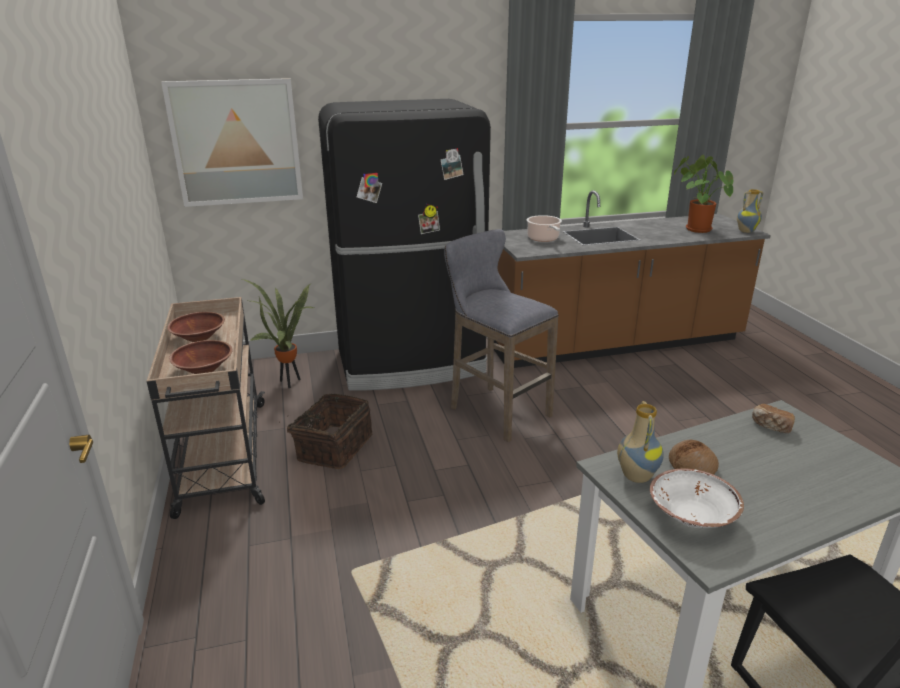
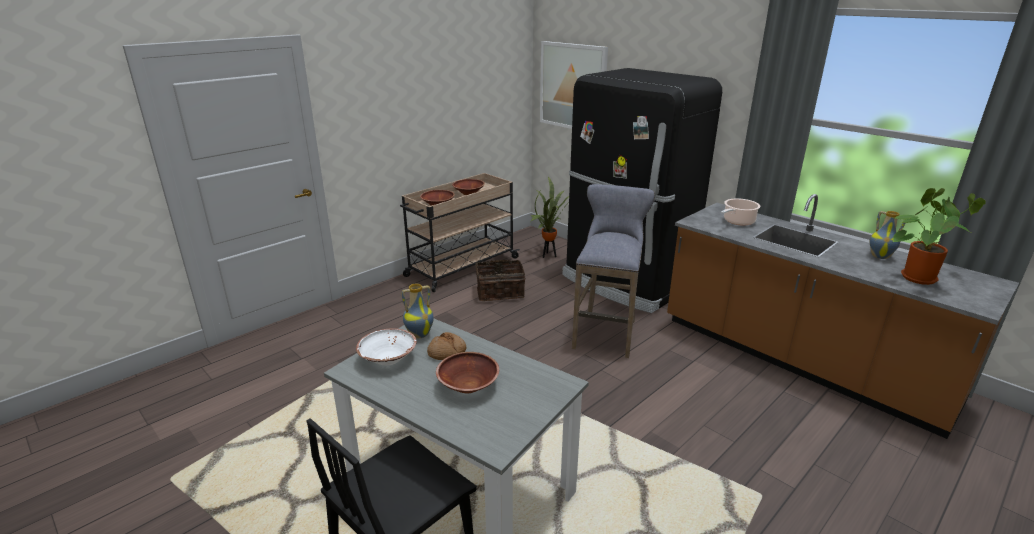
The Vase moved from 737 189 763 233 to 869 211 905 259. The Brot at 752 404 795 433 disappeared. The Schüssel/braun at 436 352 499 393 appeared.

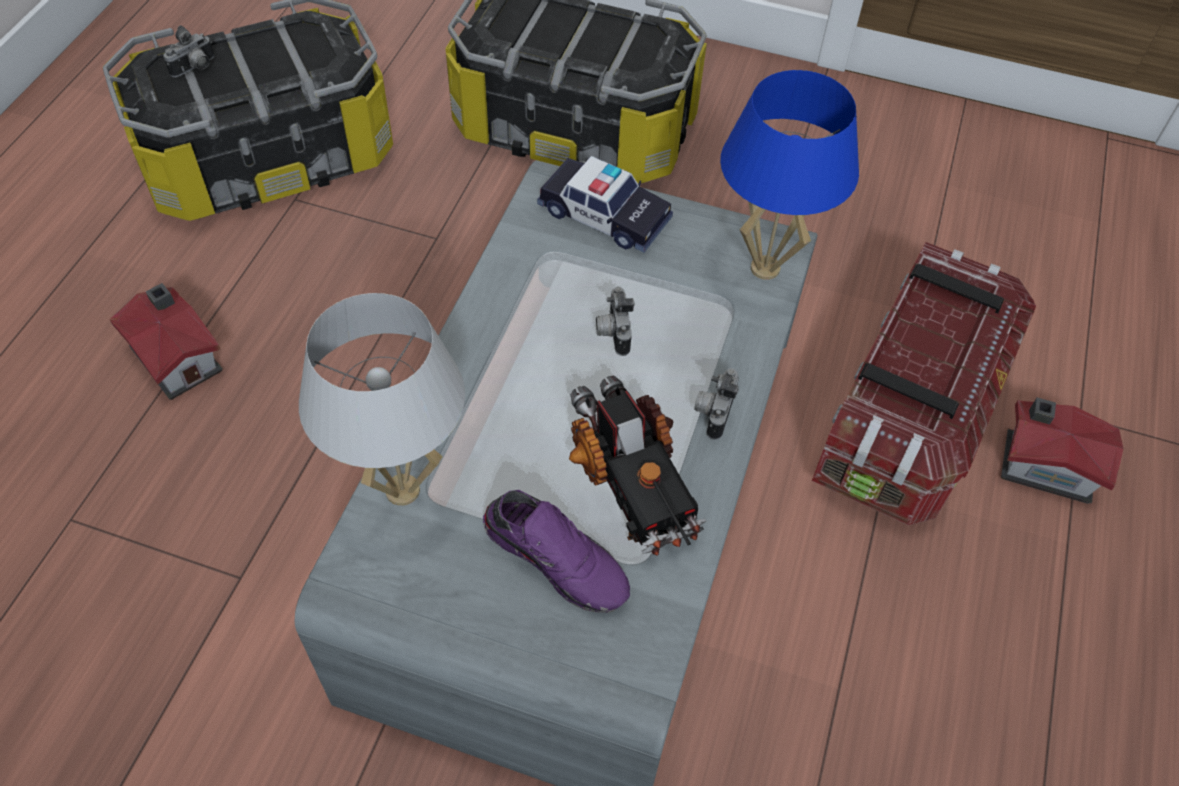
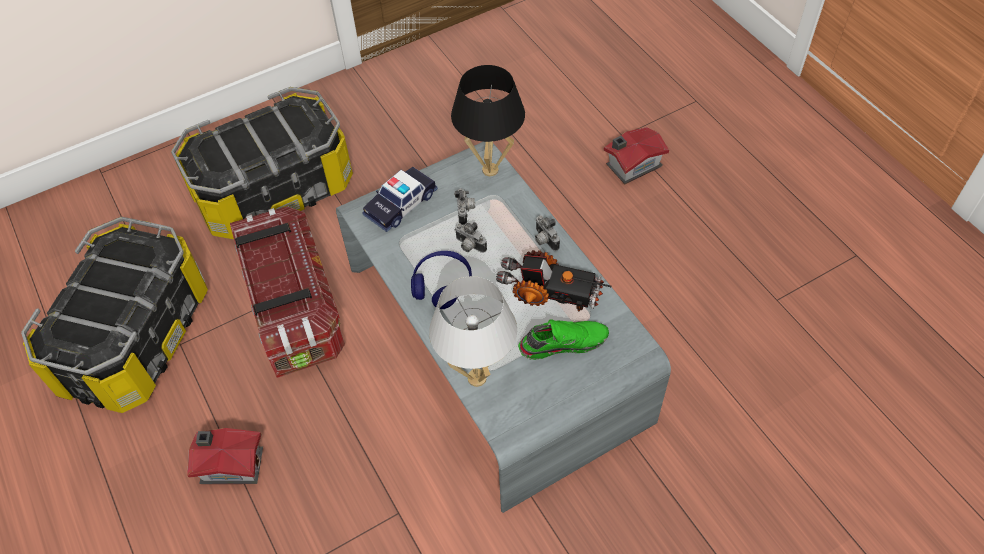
The Kamera moved from 163 25 215 77 to 454 188 475 225. The Tischlampe/blau at 720 70 859 280 became the Tischlampe/schwarz at 451 65 525 176. The Spielzeugauto at 537 156 673 253 turned 150 degrees clockwise. The Aufbewahrungsbox moved from 812 242 1036 525 to 230 206 345 378. The Schuh/lila at 483 490 630 613 became the Schuh/grün at 518 319 609 360. The Kopfhörer/blau at 411 251 472 309 appeared.

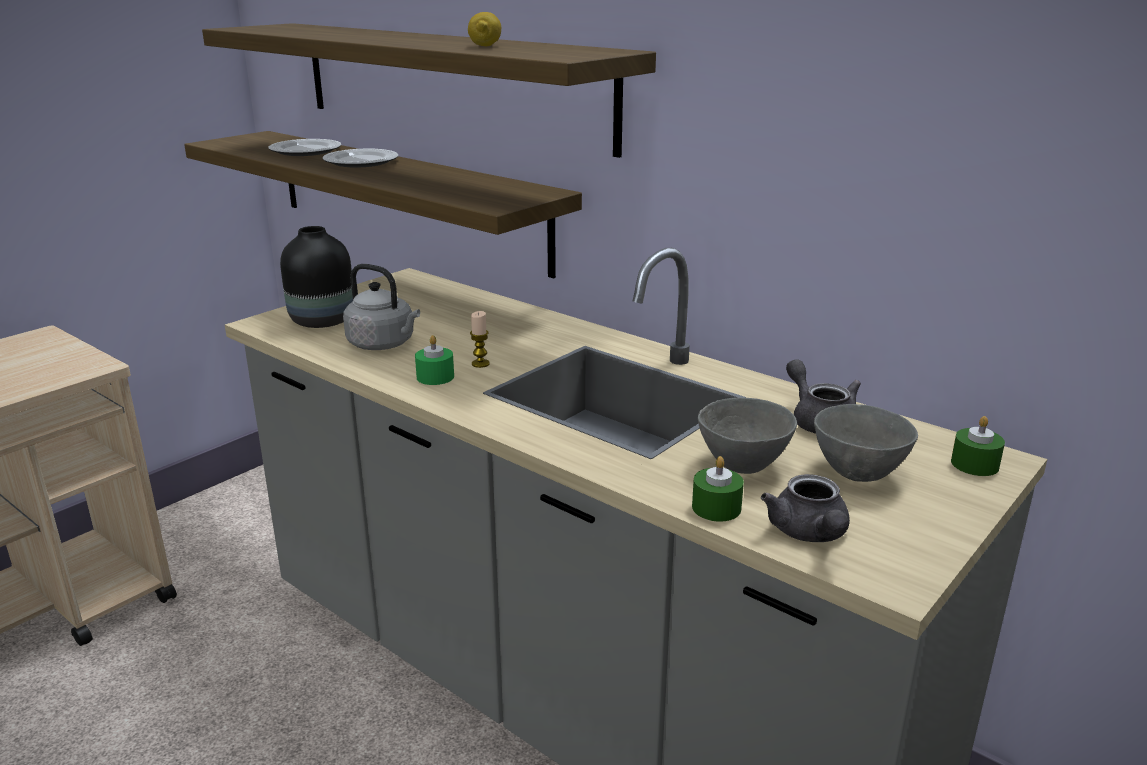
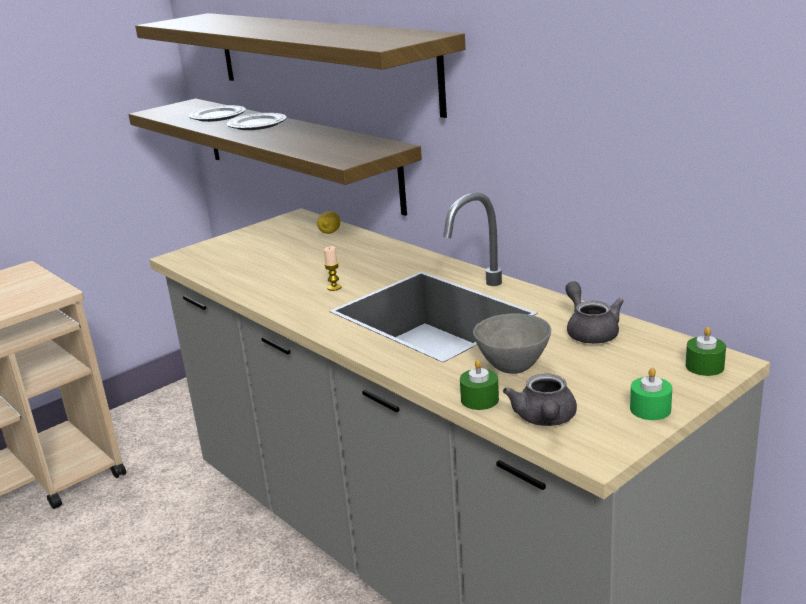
The Zitrone moved from 468 12 501 46 to 317 211 340 234. The Vase/schwarz at 280 226 353 328 disappeared. The Wasserkessel/grau at 343 264 420 350 disappeared. The Kerze/grün moved from 415 335 454 385 to 630 367 672 420. The Schüssel/grau at 814 404 918 482 disappeared.

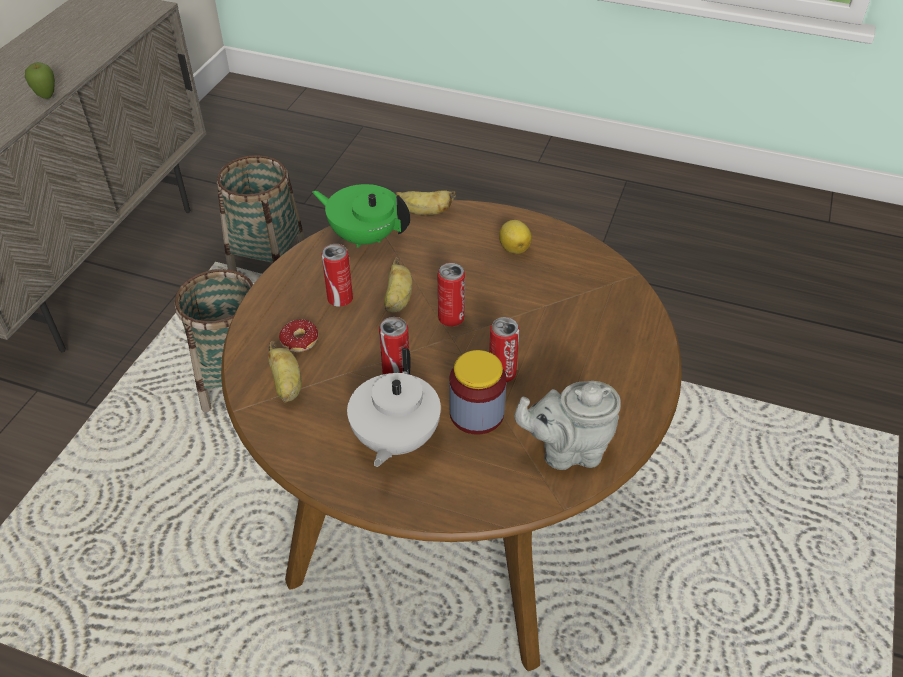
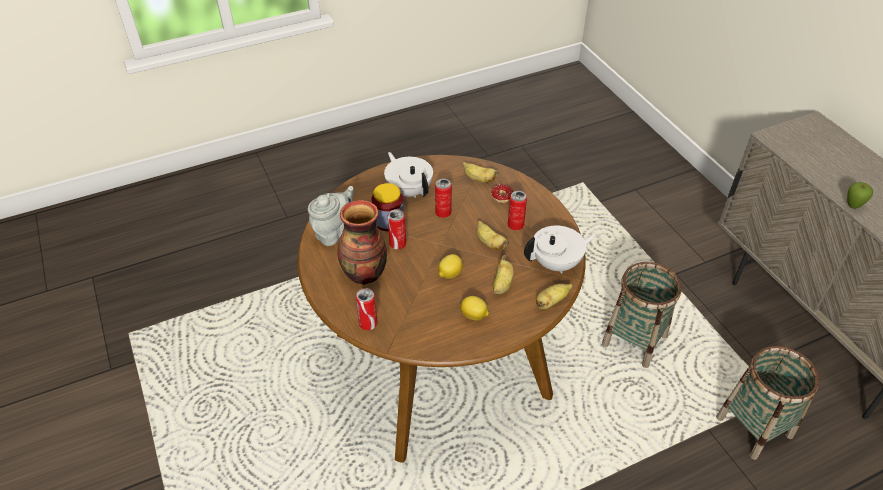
The Teekanne/grün at 312 184 410 248 became the Teekanne/weiß at 524 226 597 274. The Dose moved from 438 263 465 326 to 356 288 378 330. The Vase at 337 200 387 285 appeared. The Zitrone at 438 254 463 279 appeared. The Banane at 493 255 514 294 appeared.

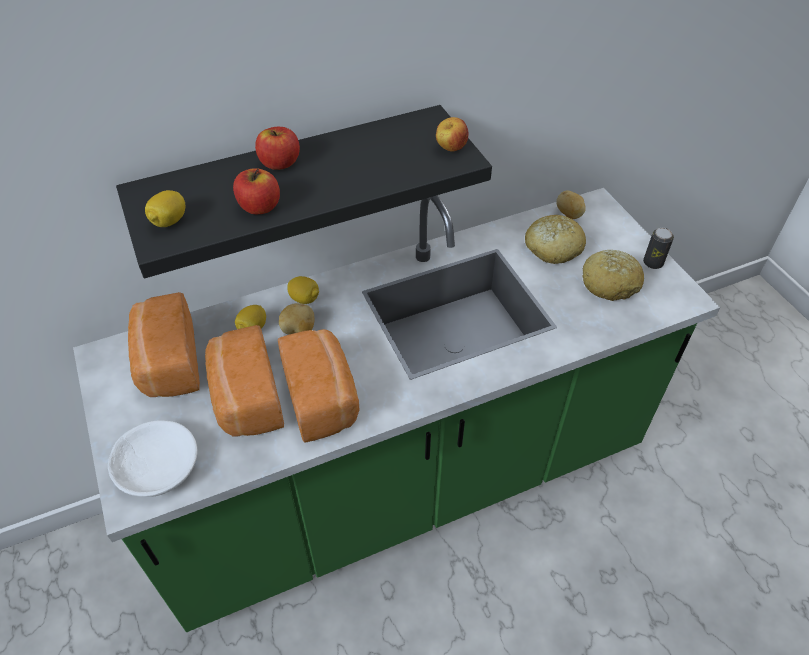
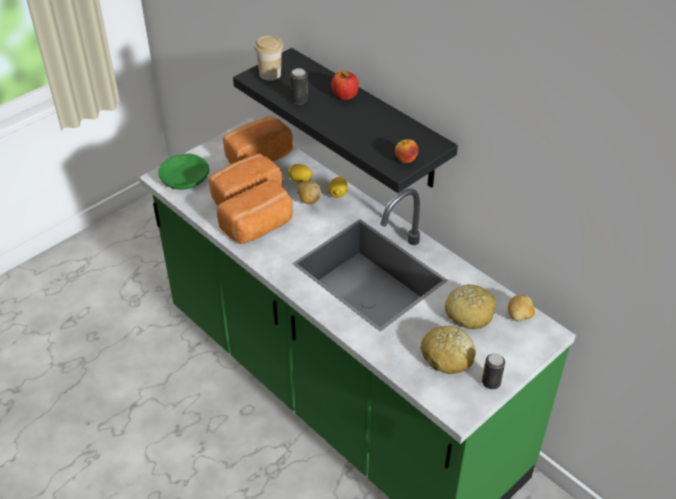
The Apfel at 233 168 280 214 was replaced by the Dose at 290 68 308 105. The Zitrone at 145 190 185 227 was replaced by the Tasse at 254 35 283 81. The Schüssel/weiß at 108 420 198 497 became the Schüssel/grün at 159 154 209 190.

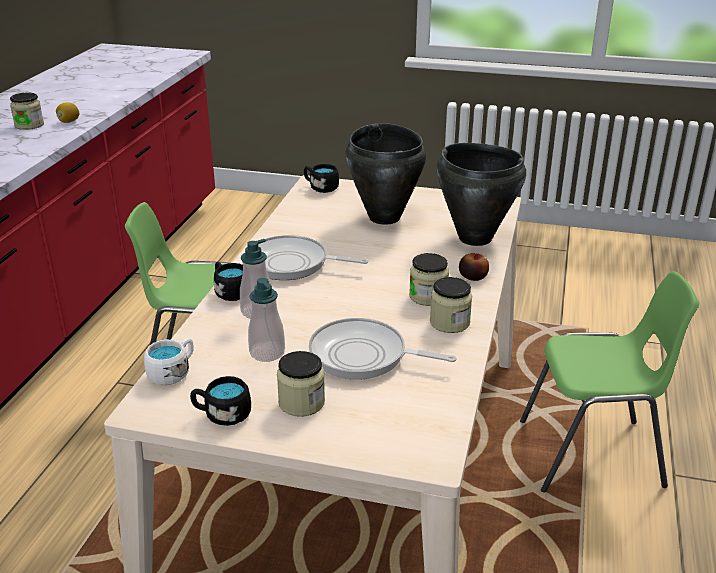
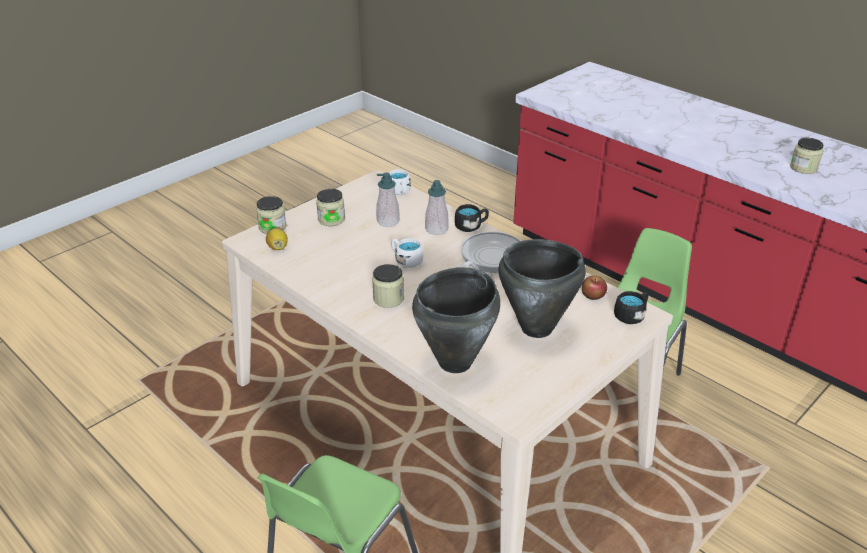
The Zitrone moved from 56 102 79 123 to 266 228 288 250. The Apfel moved from 459 253 489 281 to 582 275 607 300. The Vorratsglas moved from 430 277 472 333 to 256 196 287 234. The Pfanne at 309 318 456 380 disappeared. The Henkelbecher/schwarz at 190 376 251 426 disappeared. The Henkelbecher/weiß at 391 238 424 268 appeared.

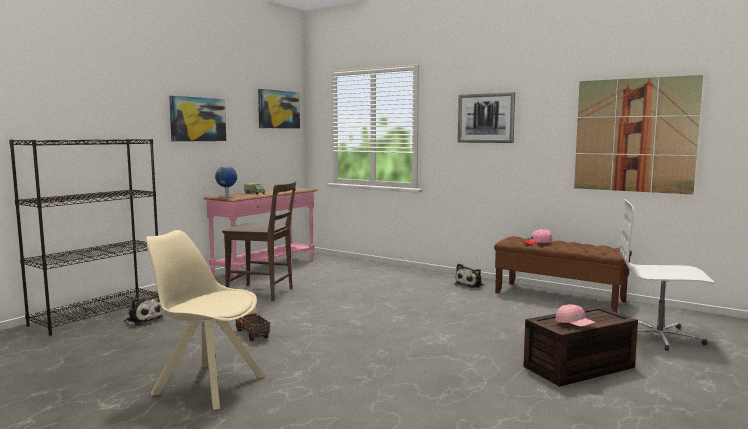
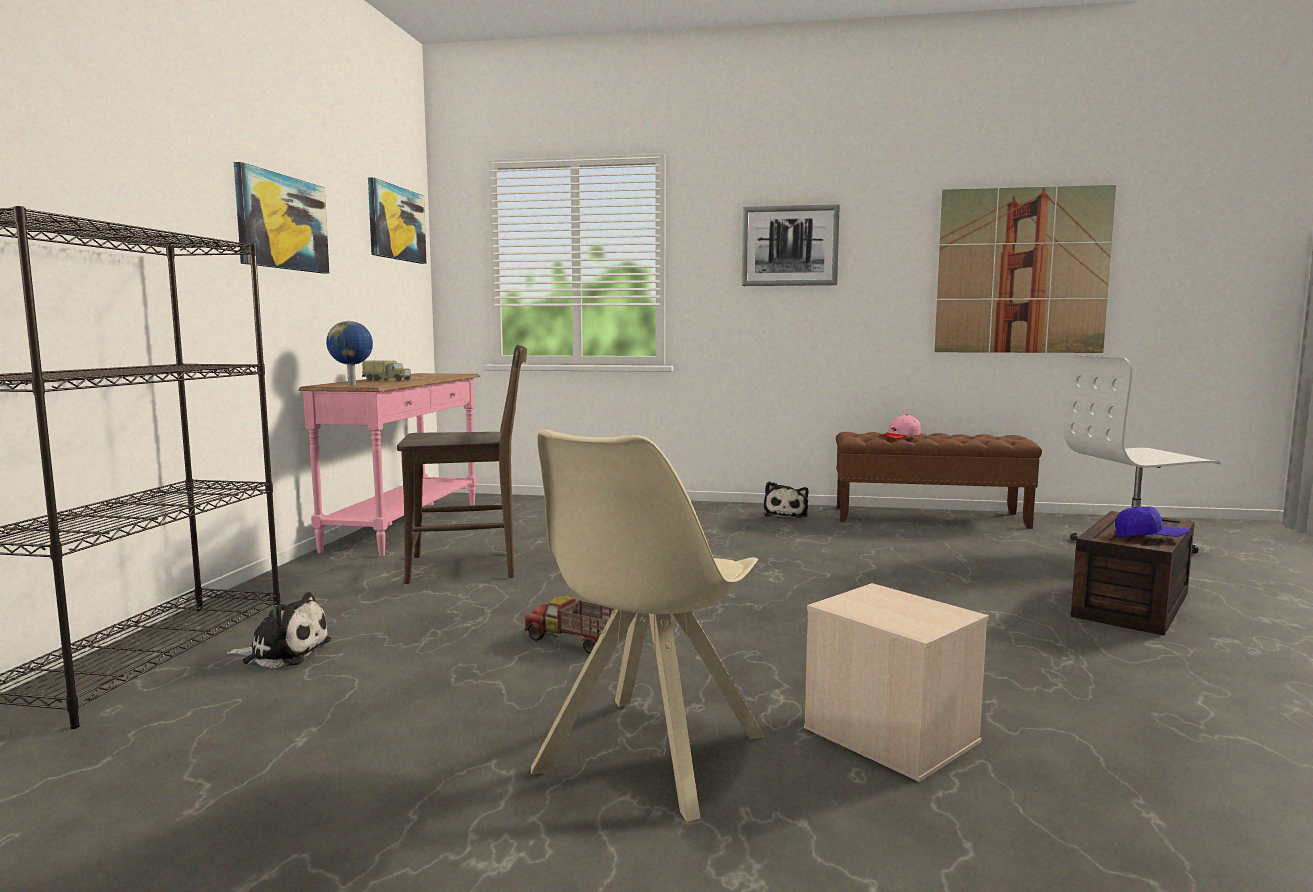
The Stuhl/beige at 146 230 265 410 turned 60 degrees counterclockwise. The Kappe/rosa at 555 304 596 326 became the Kappe/blau at 1115 506 1190 537. The Aufbewahrungsbox/beige at 804 583 989 782 appeared.

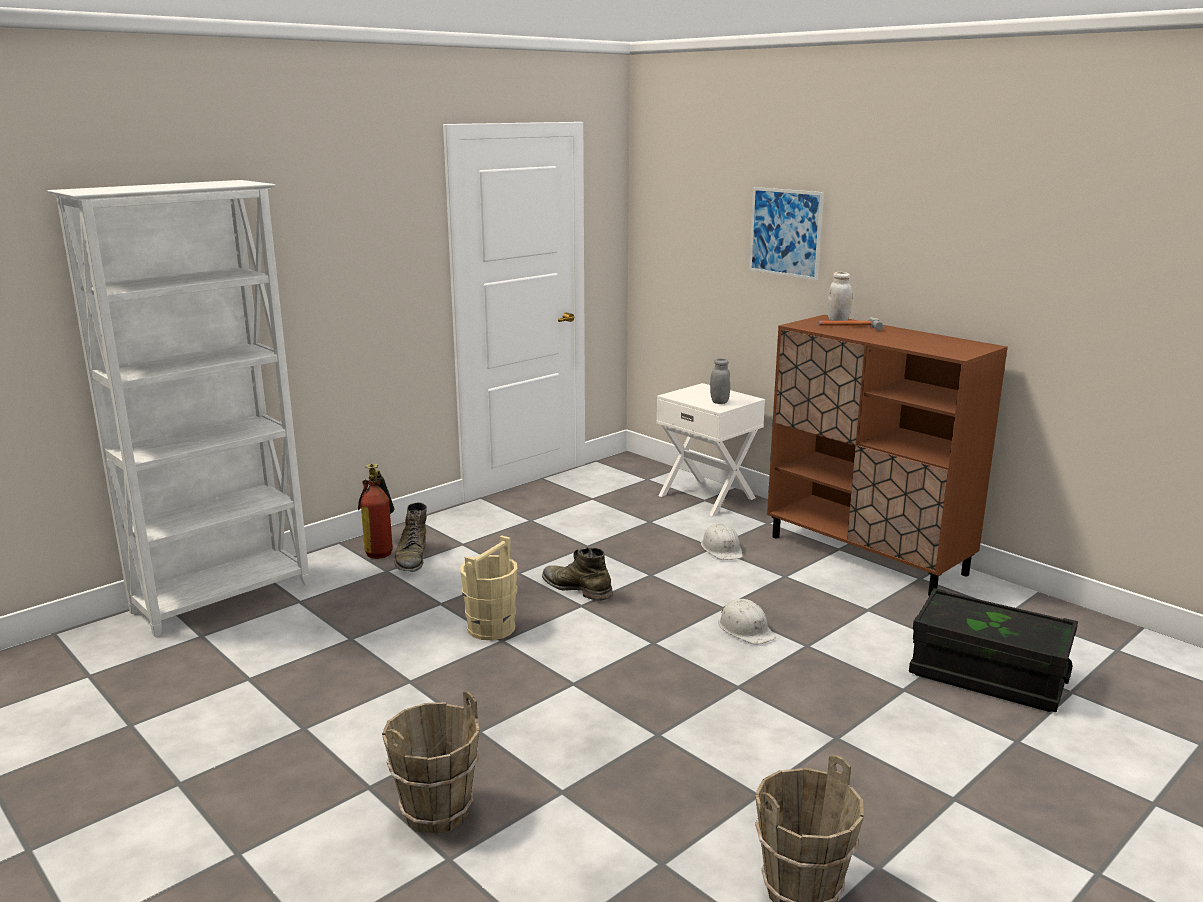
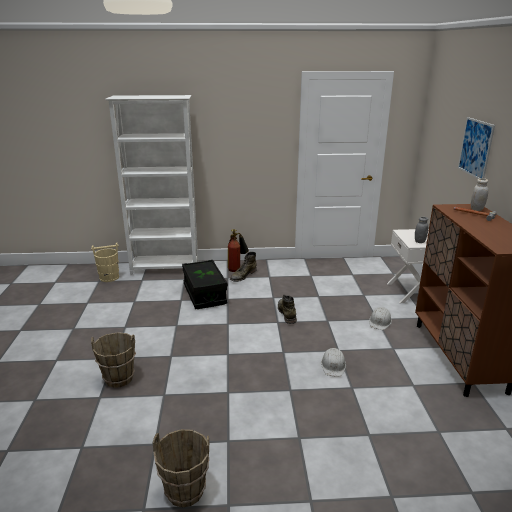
The Eimer/beige moved from 460 535 517 640 to 91 243 119 282. The Aufbewahrungsbox/schwarz moved from 909 588 1078 712 to 182 260 228 309.

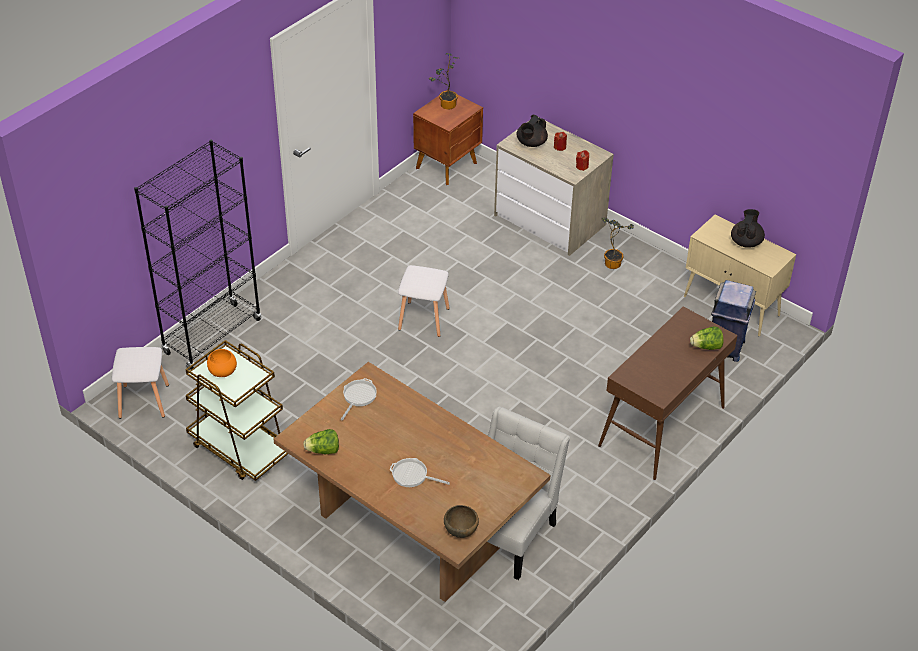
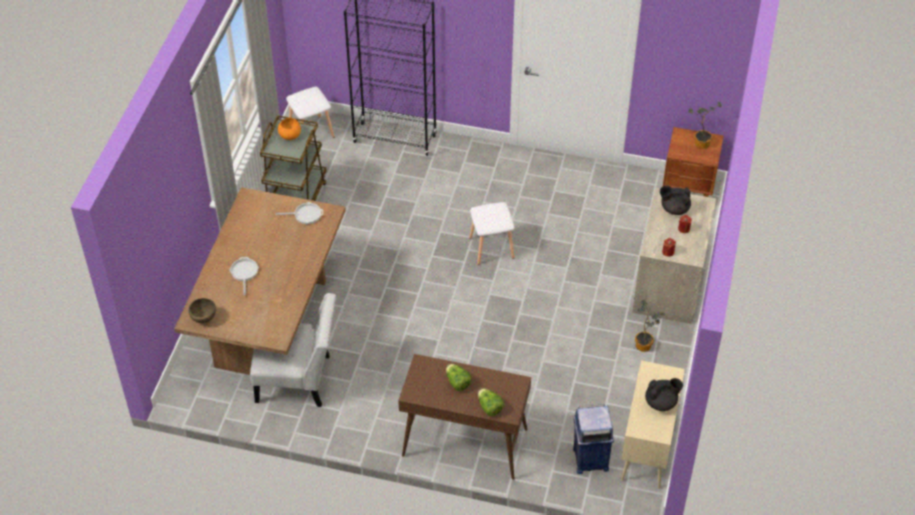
The Salatkopf moved from 303 429 339 454 to 446 364 472 391.

